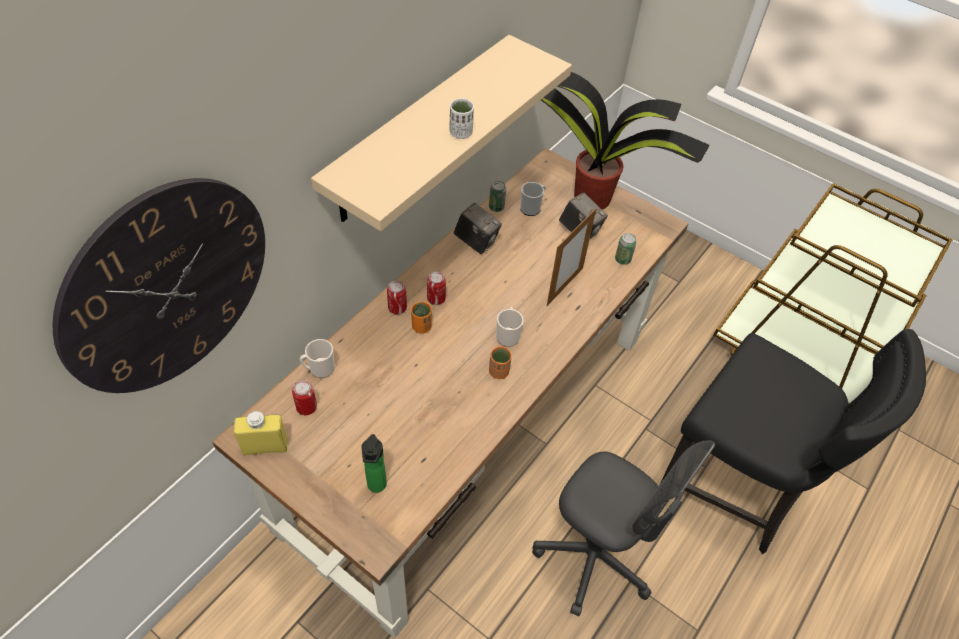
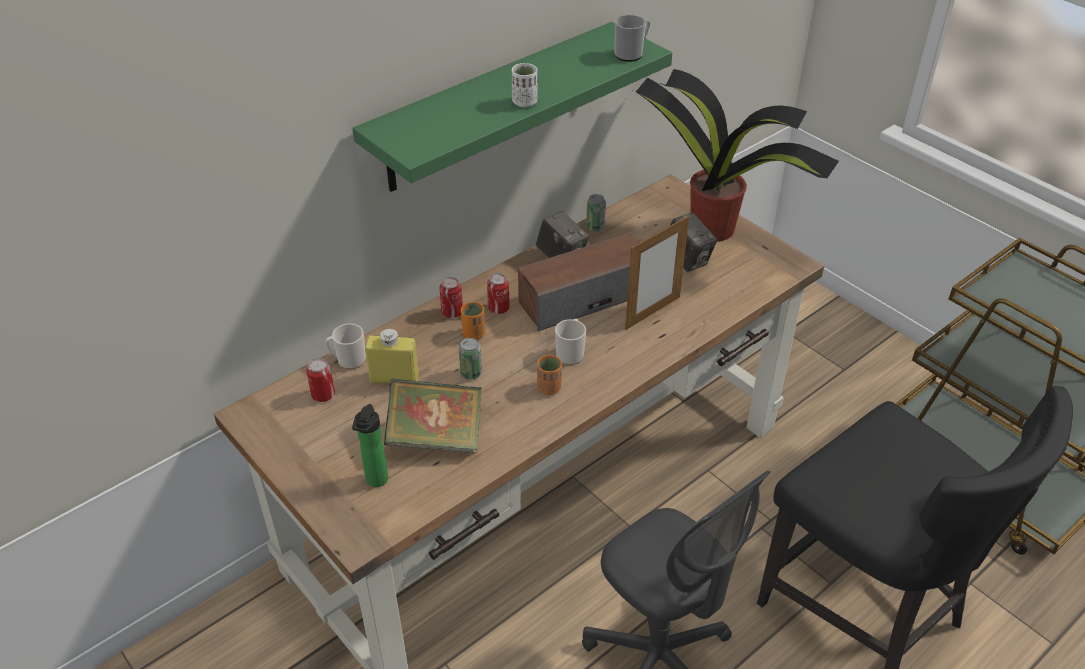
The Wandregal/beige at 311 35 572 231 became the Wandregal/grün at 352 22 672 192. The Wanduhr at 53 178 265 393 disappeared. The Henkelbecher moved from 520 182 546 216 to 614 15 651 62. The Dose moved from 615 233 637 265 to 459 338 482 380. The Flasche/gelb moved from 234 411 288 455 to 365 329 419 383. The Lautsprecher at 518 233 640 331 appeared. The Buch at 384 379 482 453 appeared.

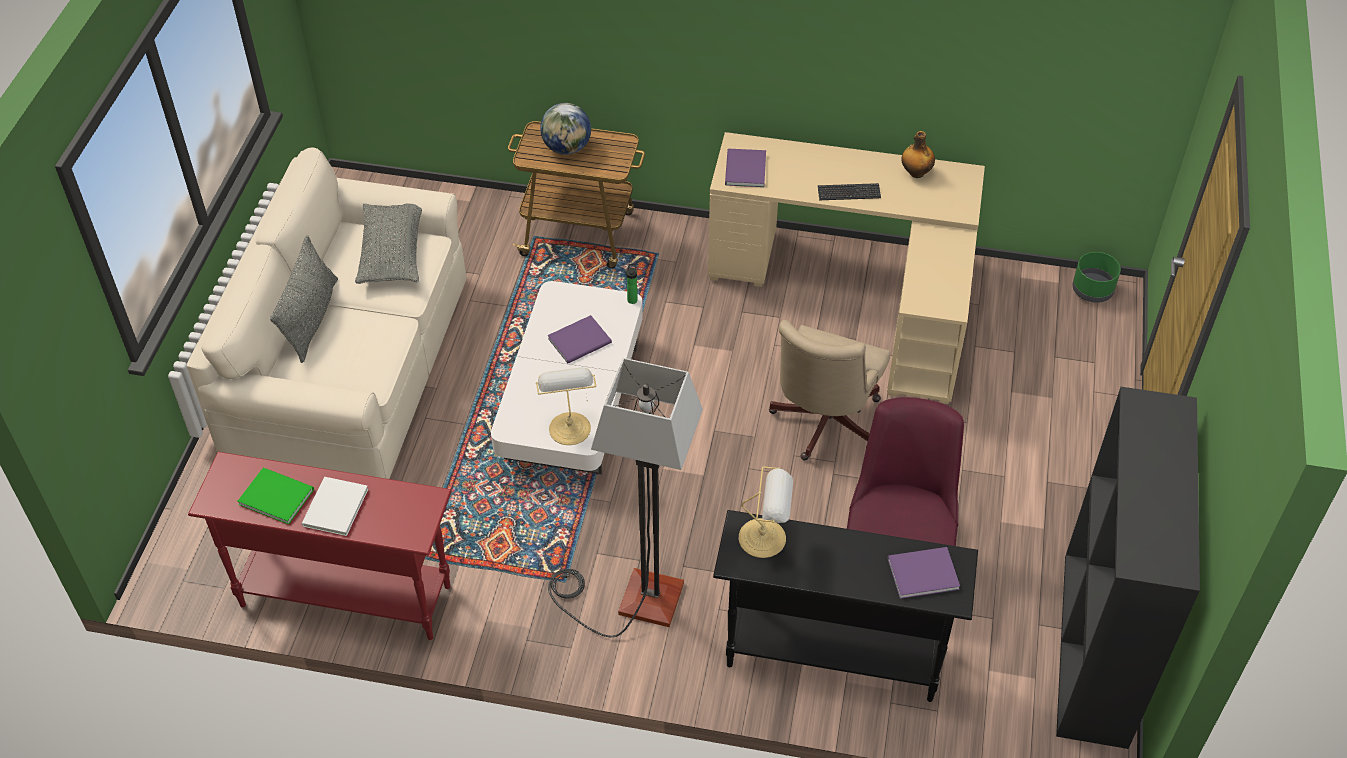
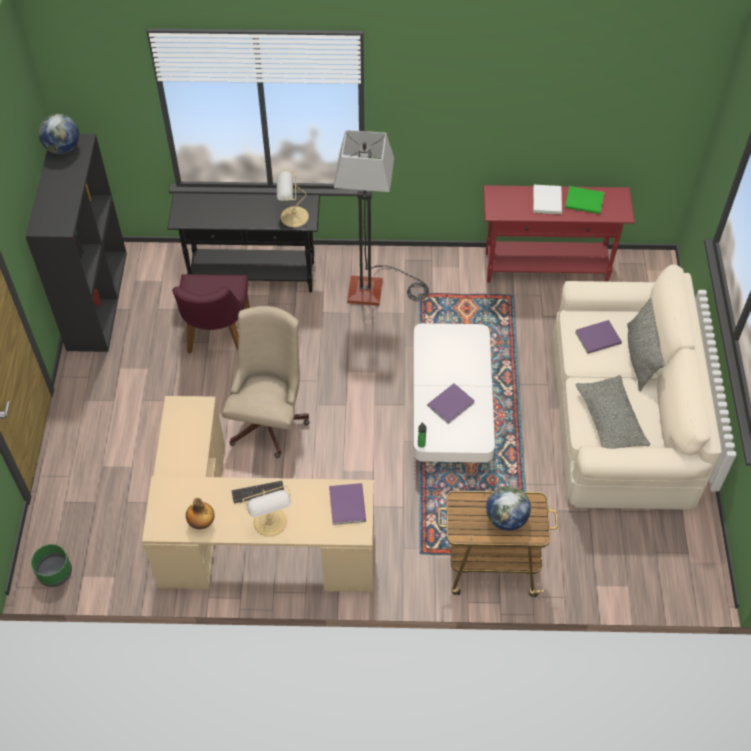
The Tischlampe moved from 536 367 596 445 to 243 485 291 537. The Buch/lila moved from 888 547 960 599 to 575 320 622 354. The Globus at 38 114 79 154 appeared.

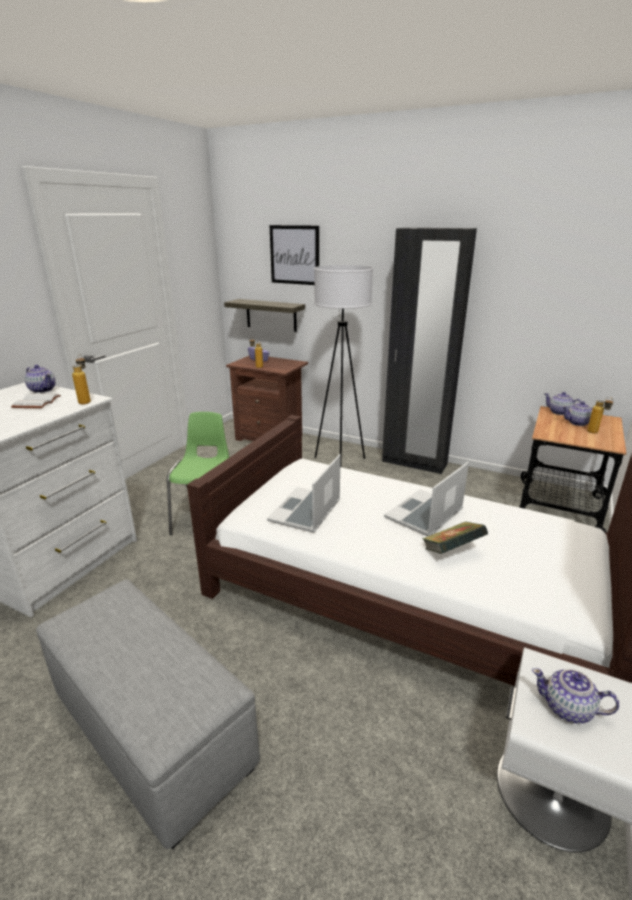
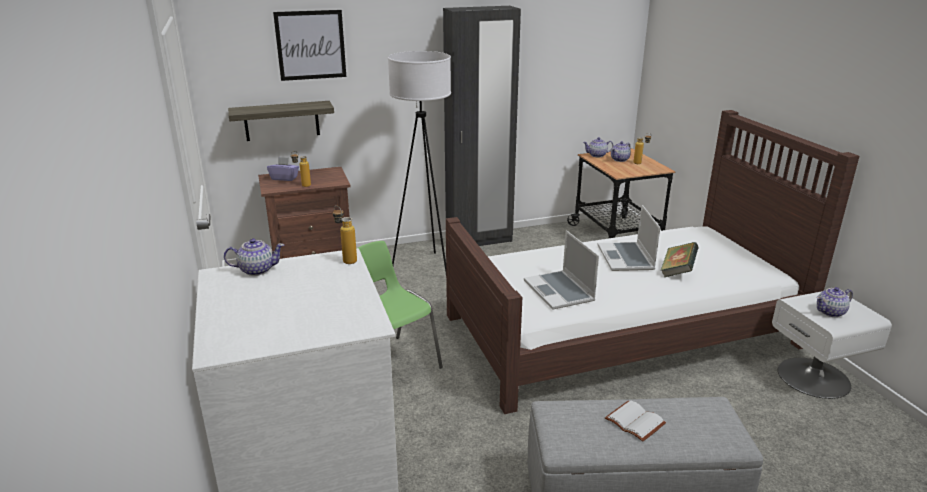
The Buch/weiß moved from 11 394 61 408 to 605 401 666 442.

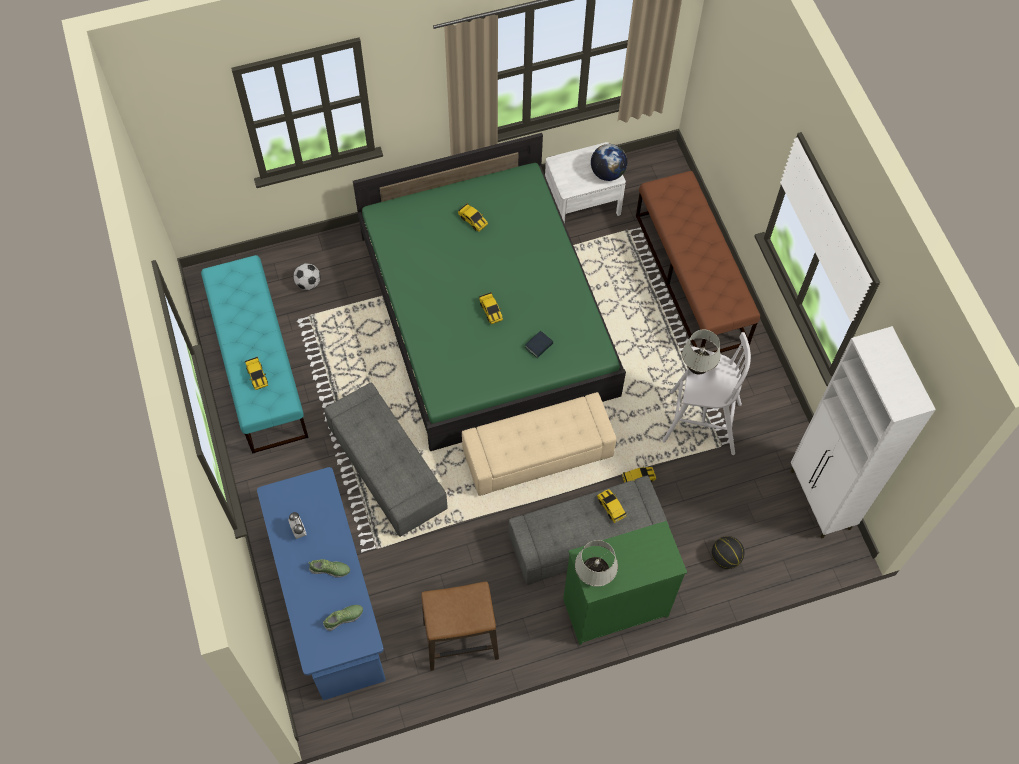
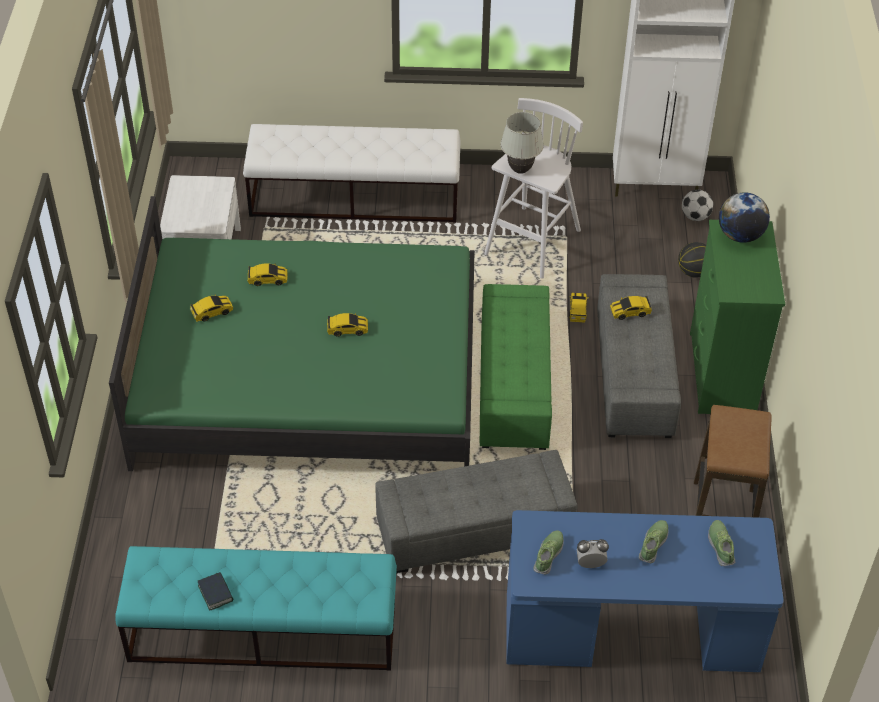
The Globus moved from 591 144 627 181 to 719 192 770 243. The Bank/braun at 636 171 760 353 became the Bank/weiß at 243 124 461 222. The Fußball moved from 293 263 321 290 to 682 190 713 221. The Buch moved from 524 331 554 358 to 198 572 233 611. The Spielzeugauto moved from 244 357 268 390 to 248 263 288 286. The Polsterhocker/beige at 462 392 617 496 became the Polsterhocker/grün at 480 284 552 450. The Tischlampe/weiß at 575 540 618 586 disappeared. The Schuh at 534 530 564 575 appeared.

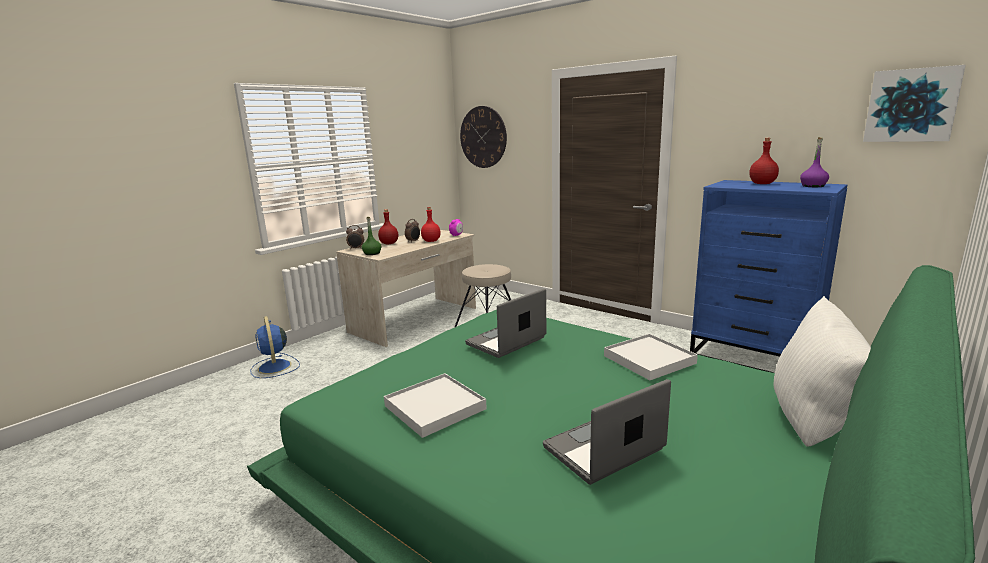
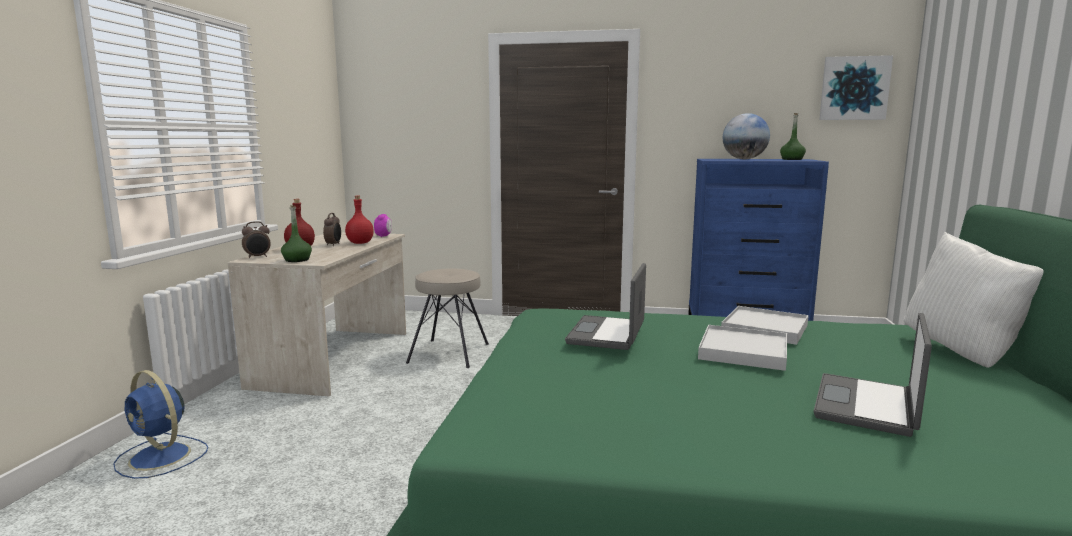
The Wanduhr at 460 106 507 168 disappeared. The Flasche/lila at 800 137 829 187 became the Flasche/grün at 780 113 806 160. The Flasche/rot at 749 138 779 184 was replaced by the Globus at 723 113 770 159. The Tablett/weiß moved from 384 373 487 438 to 698 325 787 371.

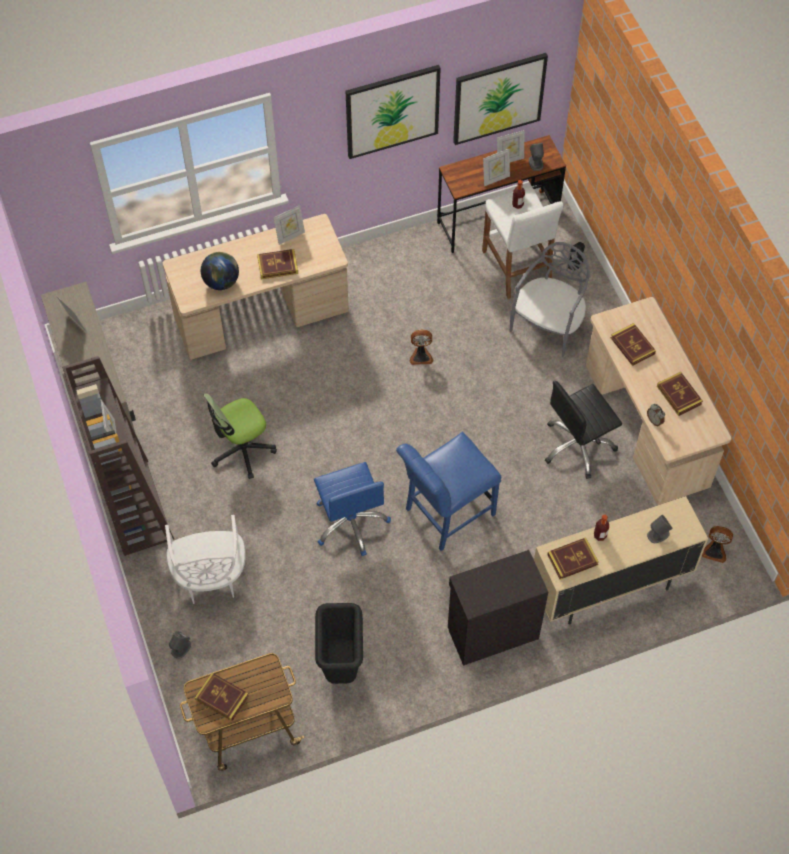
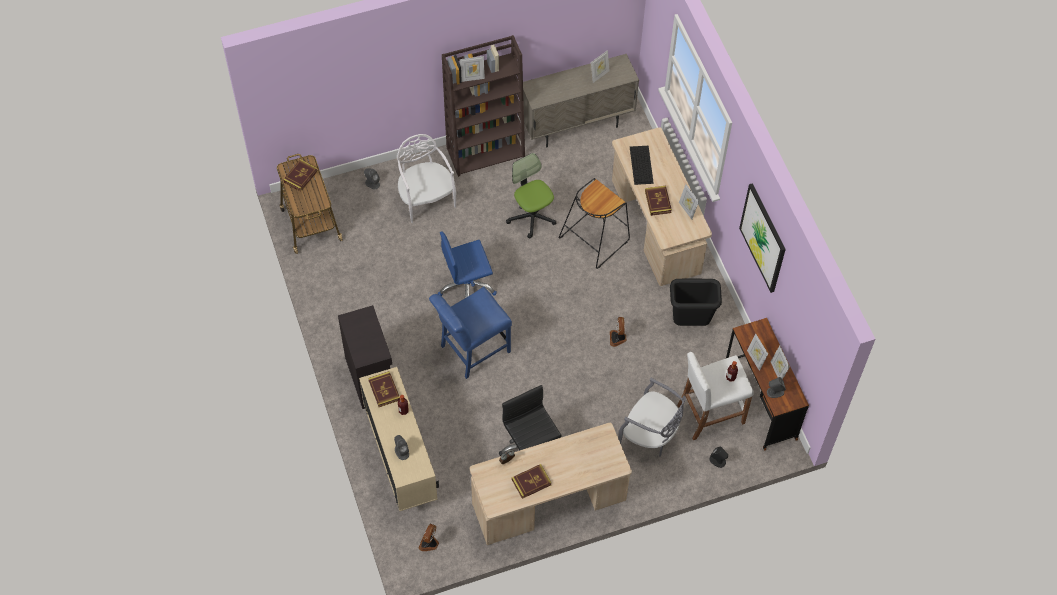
The Bild at 453 53 548 145 disappeared. The Globus at 201 252 239 290 was replaced by the Tastatur at 630 146 654 185. The Buch at 611 323 656 366 disappeared. The Stuhl/blau at 396 432 501 551 turned 90 degrees counterclockwise. The Stuhl/weiß at 165 515 246 604 turned 75 degrees clockwise. The Mülleimer/schwarz moved from 315 603 363 684 to 670 279 722 326. The Hocker/schwarz at 559 178 630 269 appeared.

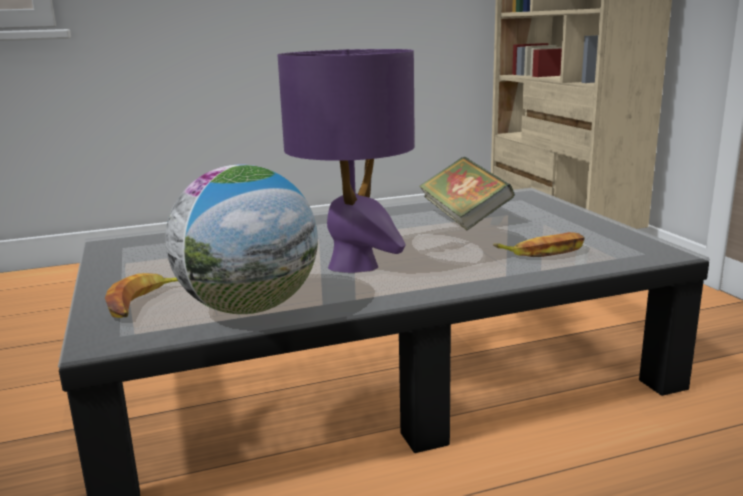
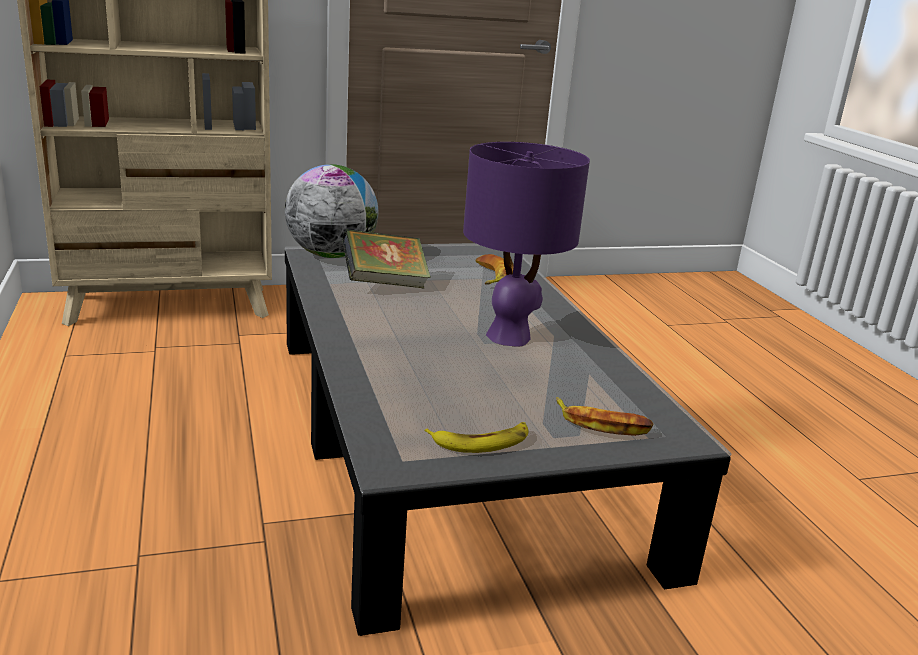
The Globus moved from 165 164 318 314 to 285 164 378 258. The Banane at 425 422 529 453 appeared.

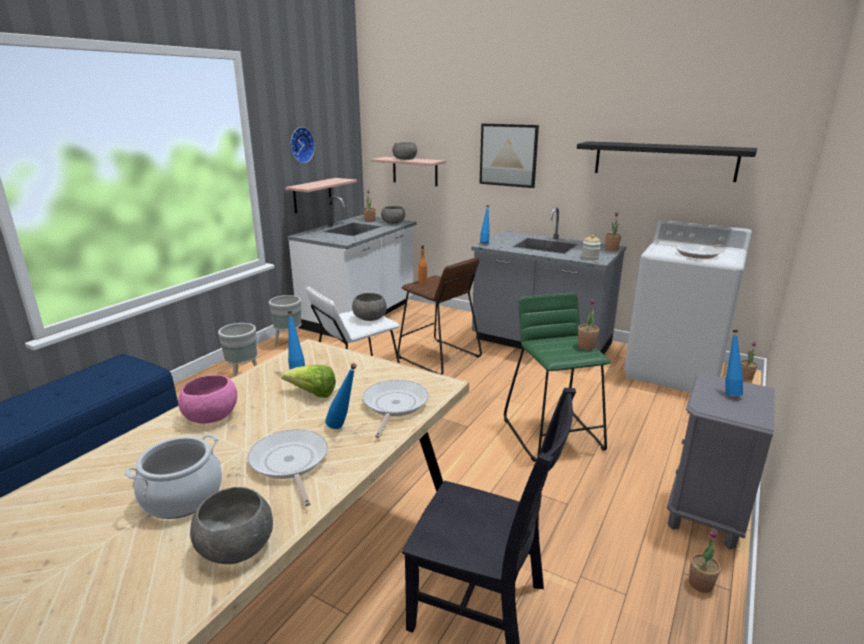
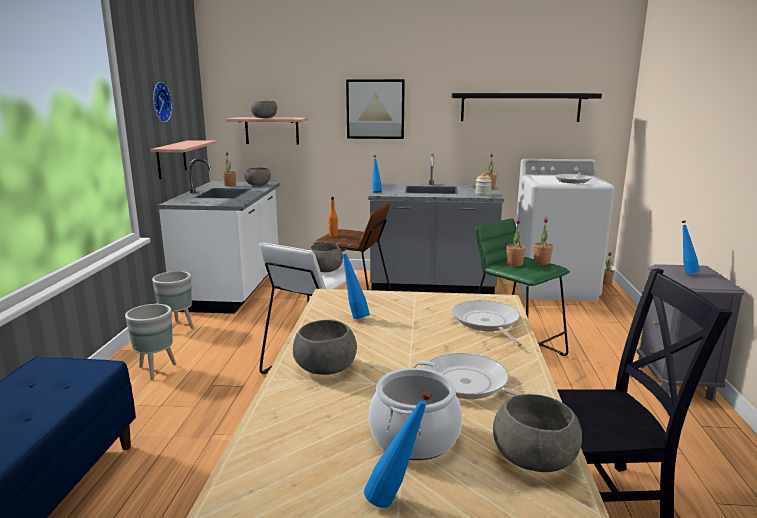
The Flasche/blau moved from 325 363 357 429 to 364 391 432 508. The Salatkopf at 281 365 336 398 disappeared. The Schüssel/rosa at 178 375 237 424 became the Schüssel/grau at 293 320 357 375. The Topfpflanze moved from 689 529 721 593 to 506 218 526 267.

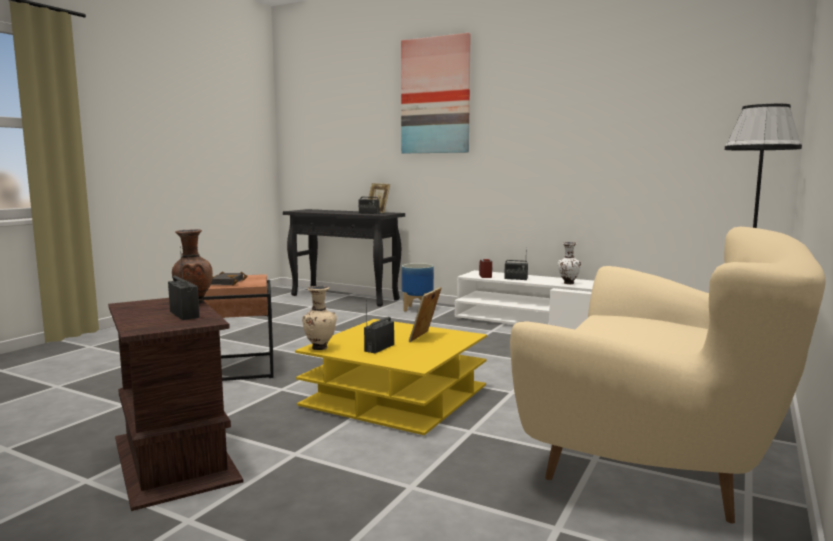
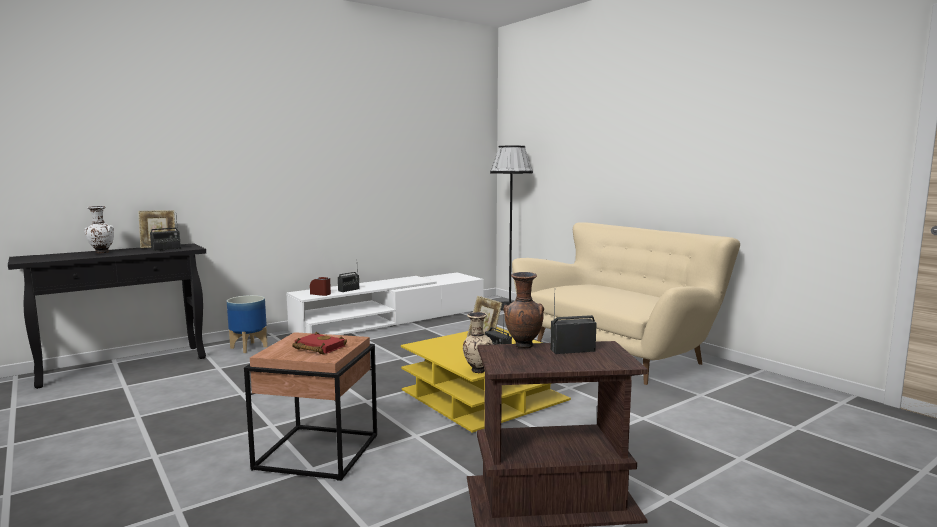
The Bild at 401 33 471 153 disappeared. The Vase/weiß moved from 558 242 581 284 to 84 206 114 253. The Buch/schwarz at 211 271 248 286 became the Buch/rot at 292 332 347 354.

